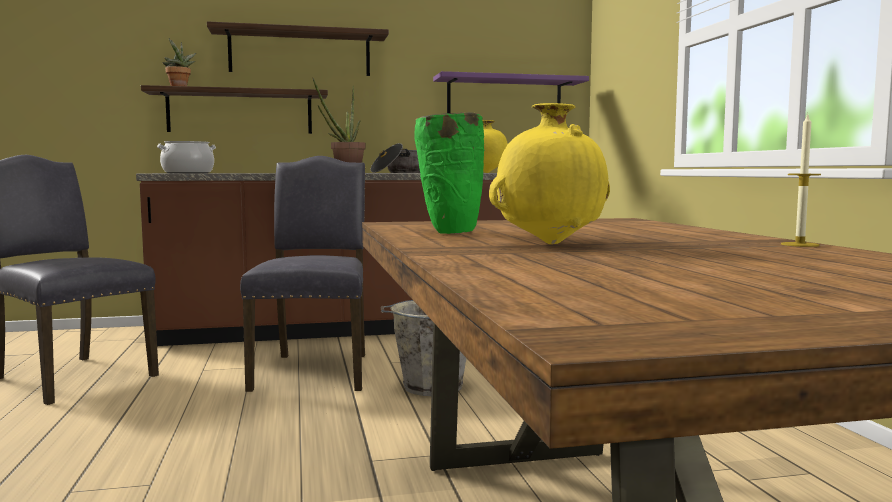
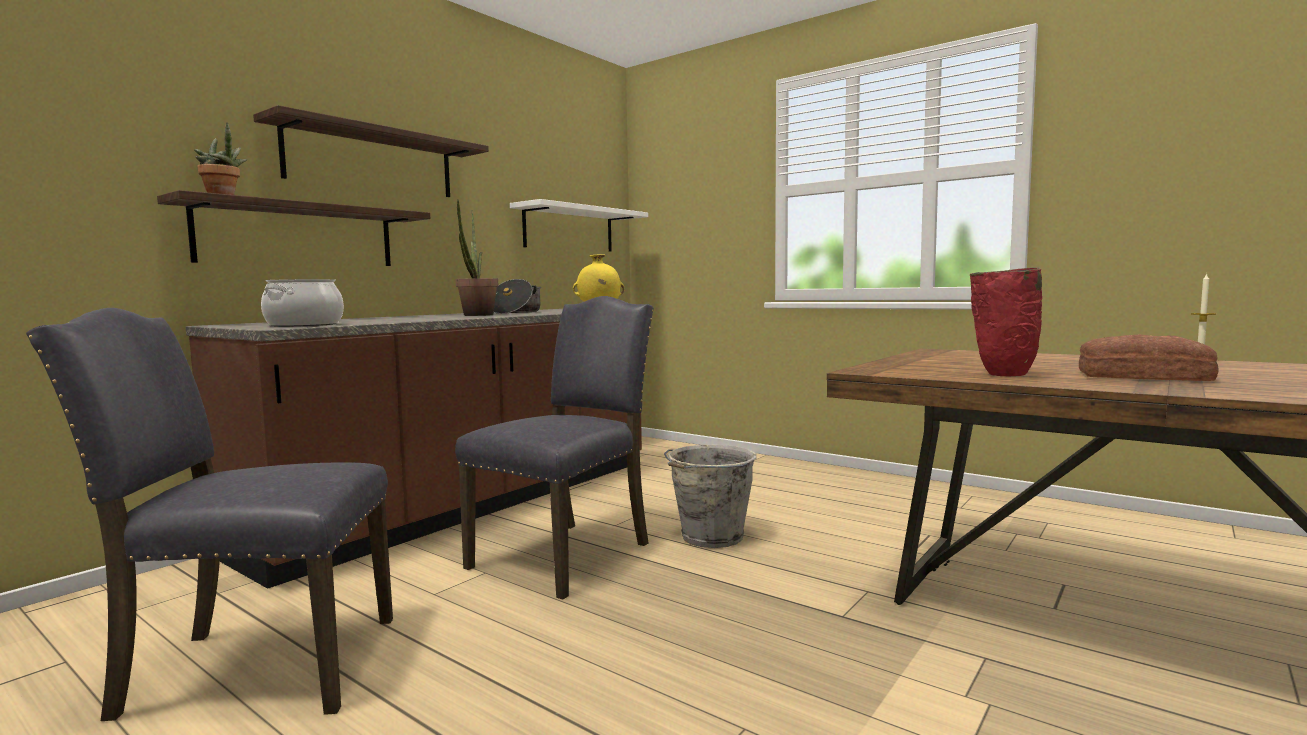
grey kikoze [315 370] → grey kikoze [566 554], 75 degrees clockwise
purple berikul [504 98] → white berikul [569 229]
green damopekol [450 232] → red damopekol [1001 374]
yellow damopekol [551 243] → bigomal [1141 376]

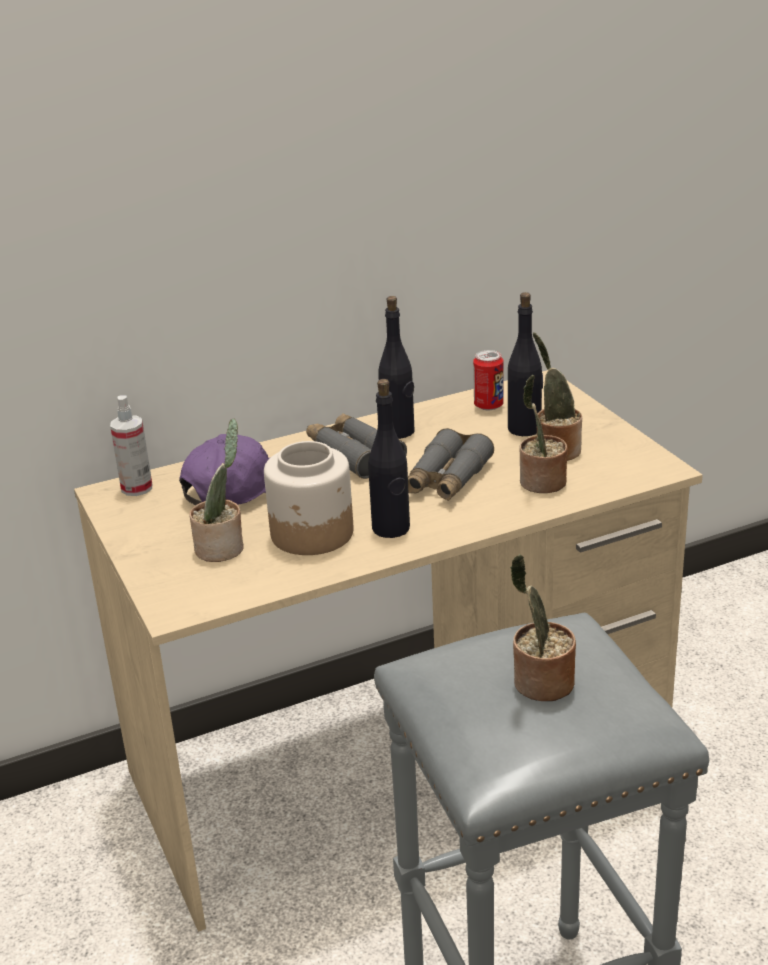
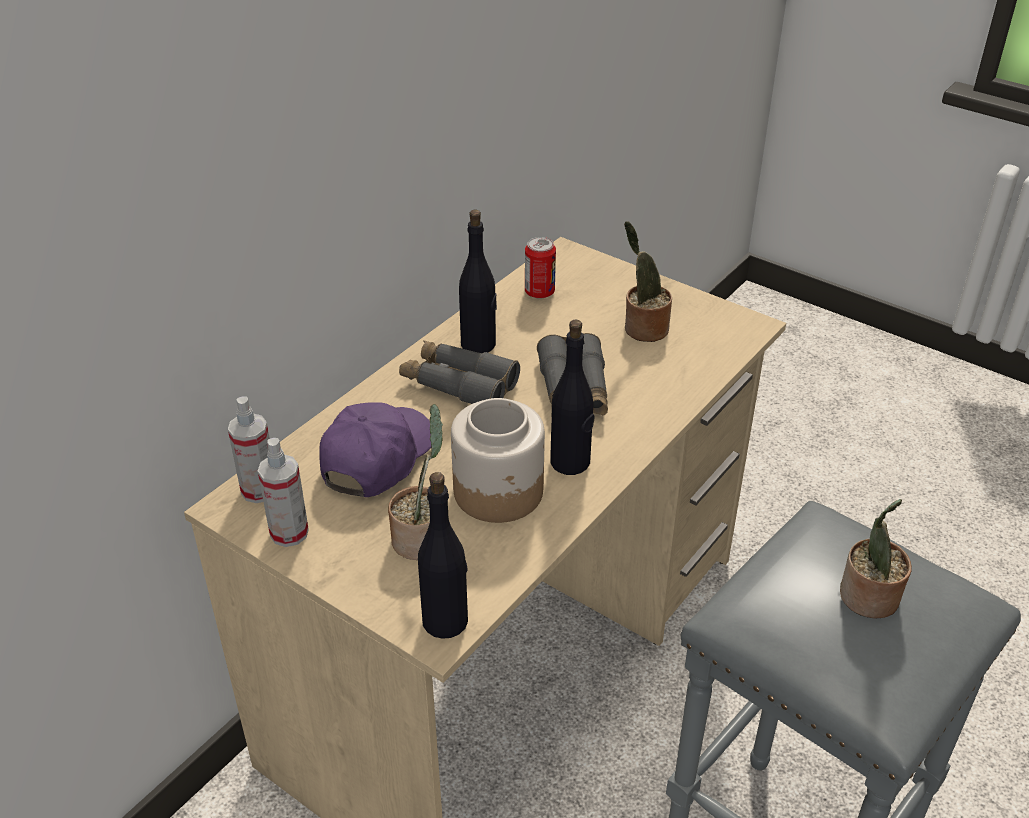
- → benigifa [289 533]
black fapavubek [525 429] → black fapavubek [446 621], relocated
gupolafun [541 483] → -

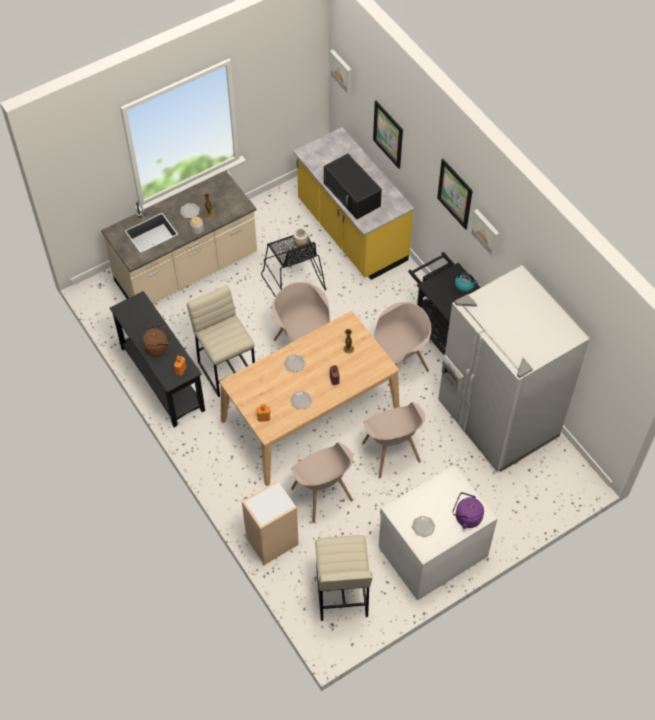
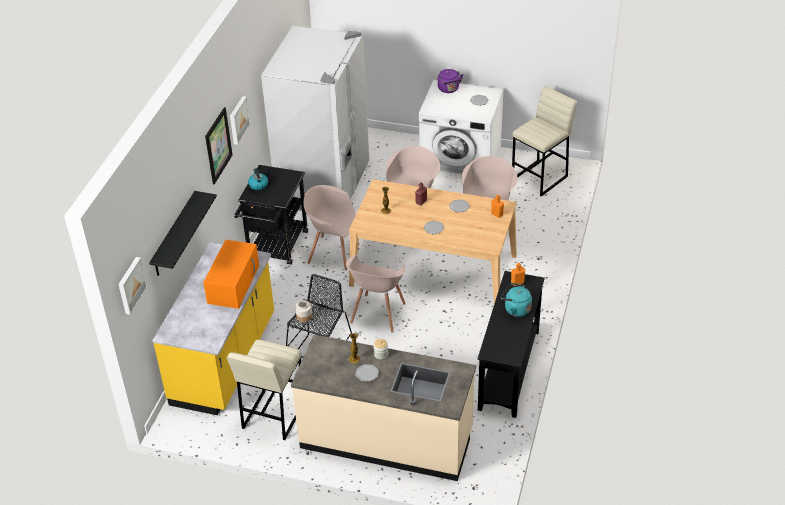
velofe [388 134] → black berikul [174 235]
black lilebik [352 195] → orange lilebik [233 283]
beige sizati [226 369] → beige sizati [273 416], relocated
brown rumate [158 347] → turquoise rumate [515 309]
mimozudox [271 541] → -

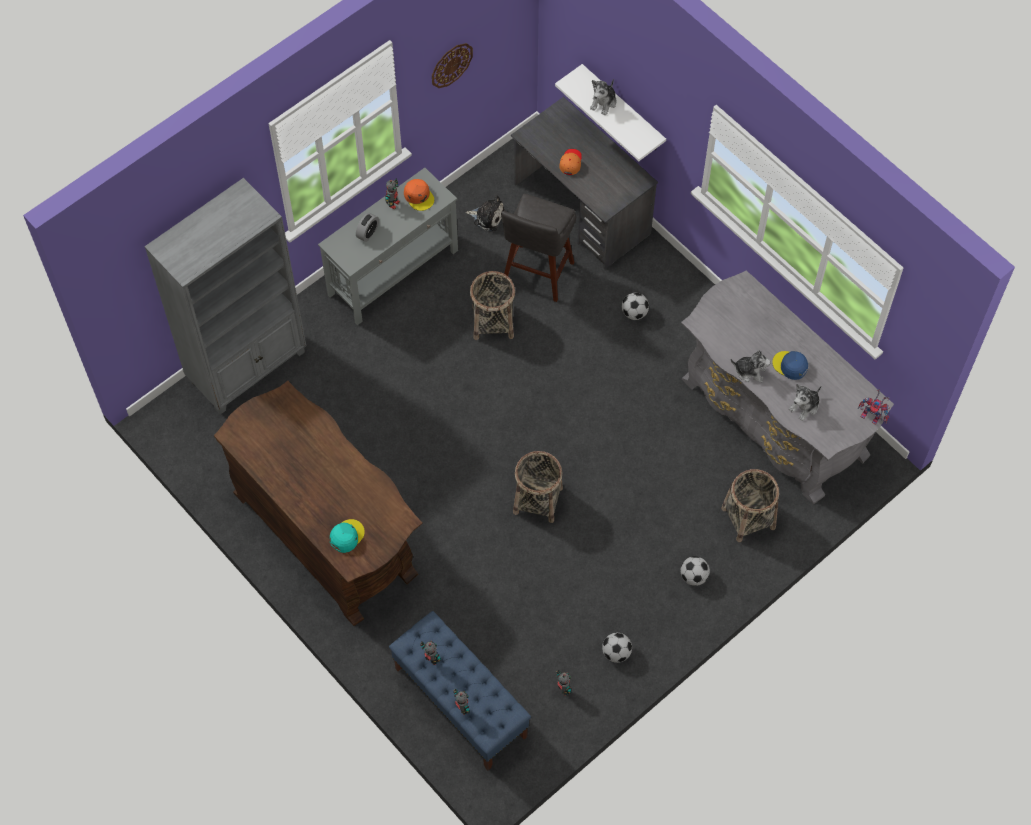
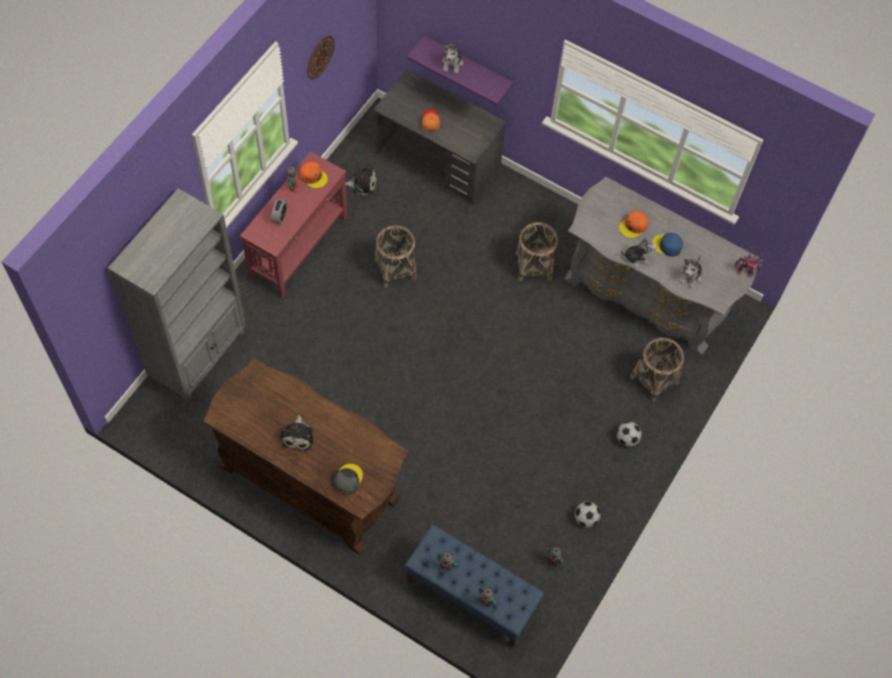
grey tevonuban [394 272] → red tevonuban [299 247]
- → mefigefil [298 436]
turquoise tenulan [346 536] → grey tenulan [348 479]
white berikul [623 110] → purple berikul [467 67]
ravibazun [537 500] → ravibazun [533 266], relocated
- → orange tenulan [633 226]
grey sizati [536 275] → -
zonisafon [634 313] → -

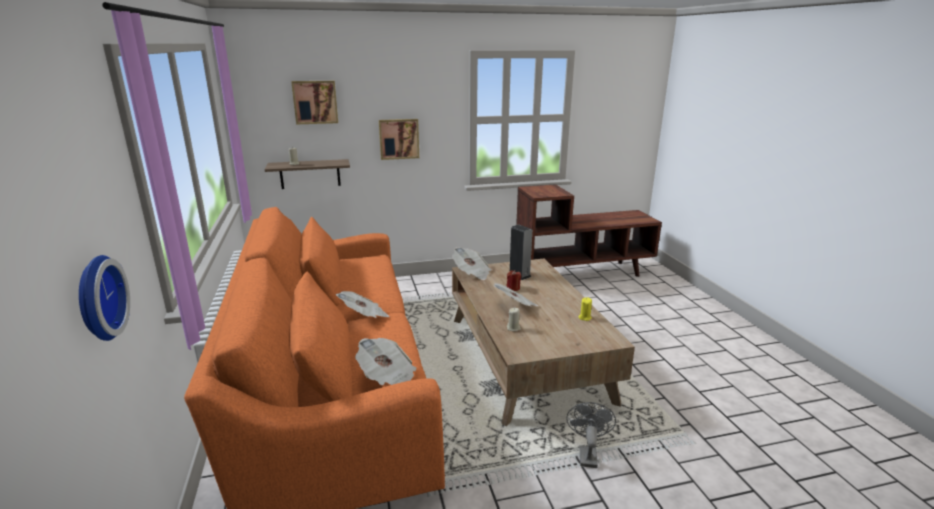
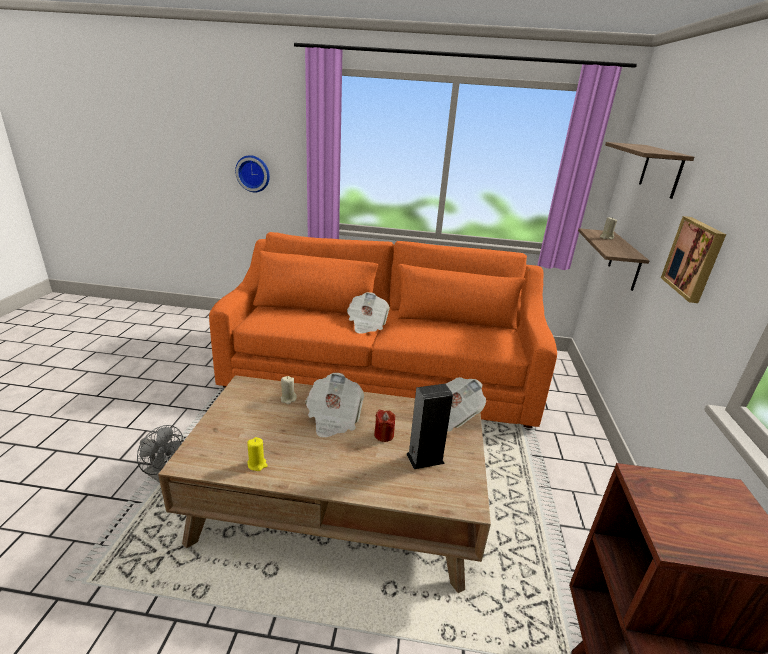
velofe [315 102] → berikul [661 170]
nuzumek [387 377] → -

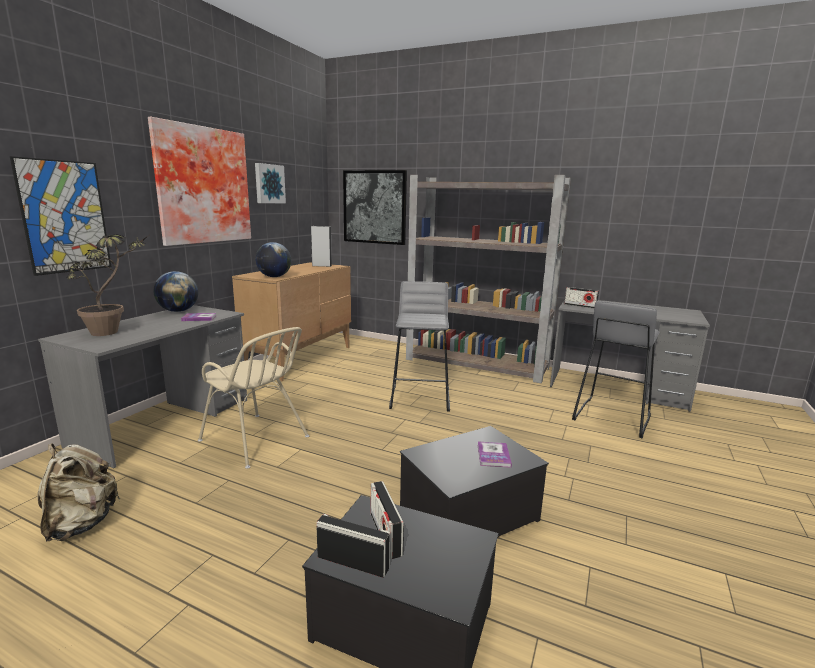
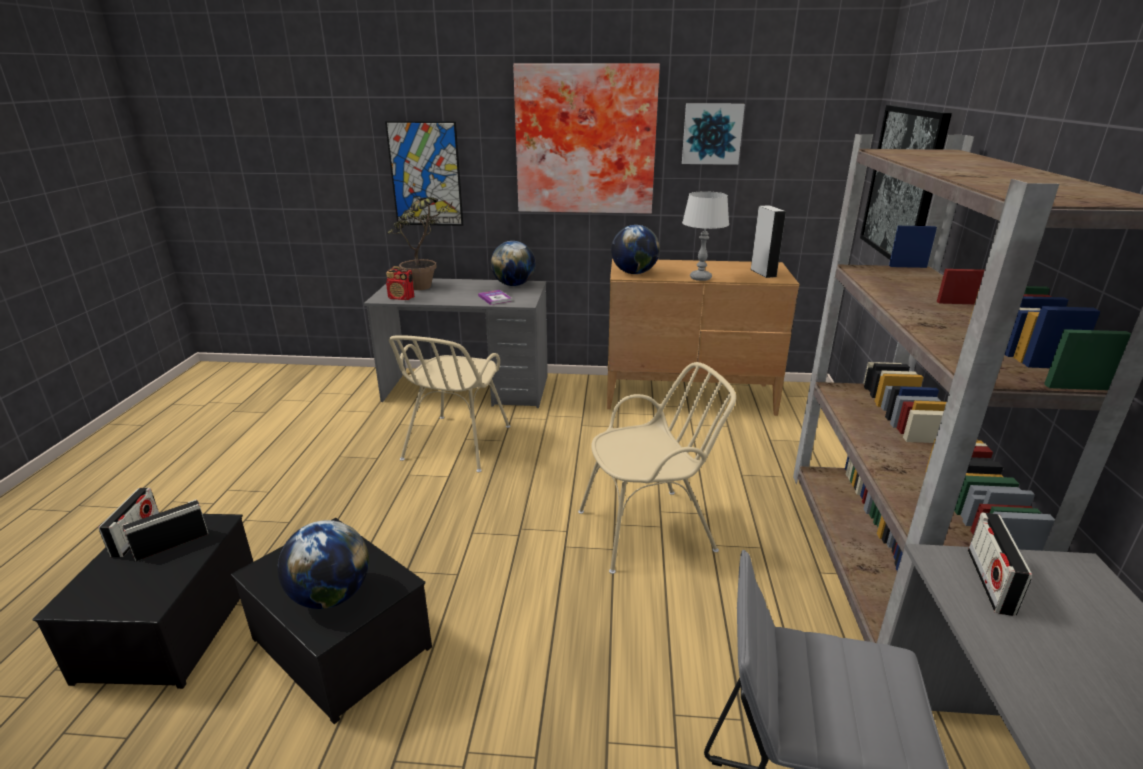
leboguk [493 455] → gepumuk [331 596]
- → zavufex [401 298]
grey sizati [420 397] → beige kikoze [650 528]
- → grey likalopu [700 278]
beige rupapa [81 524] → -

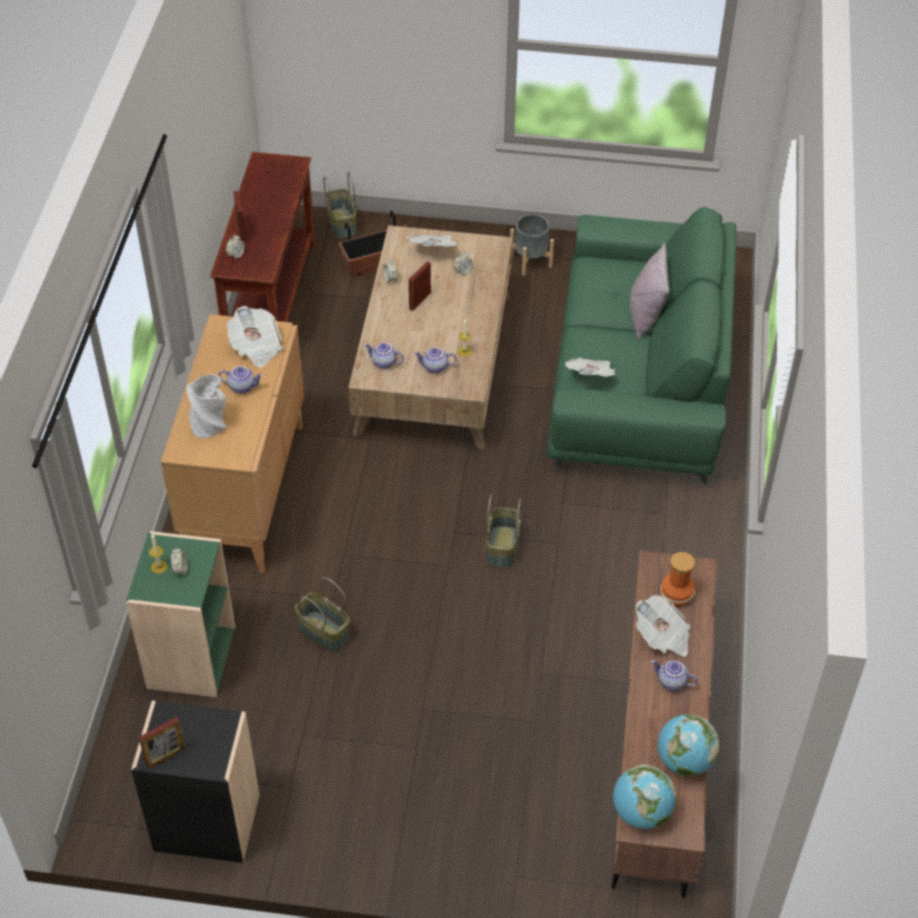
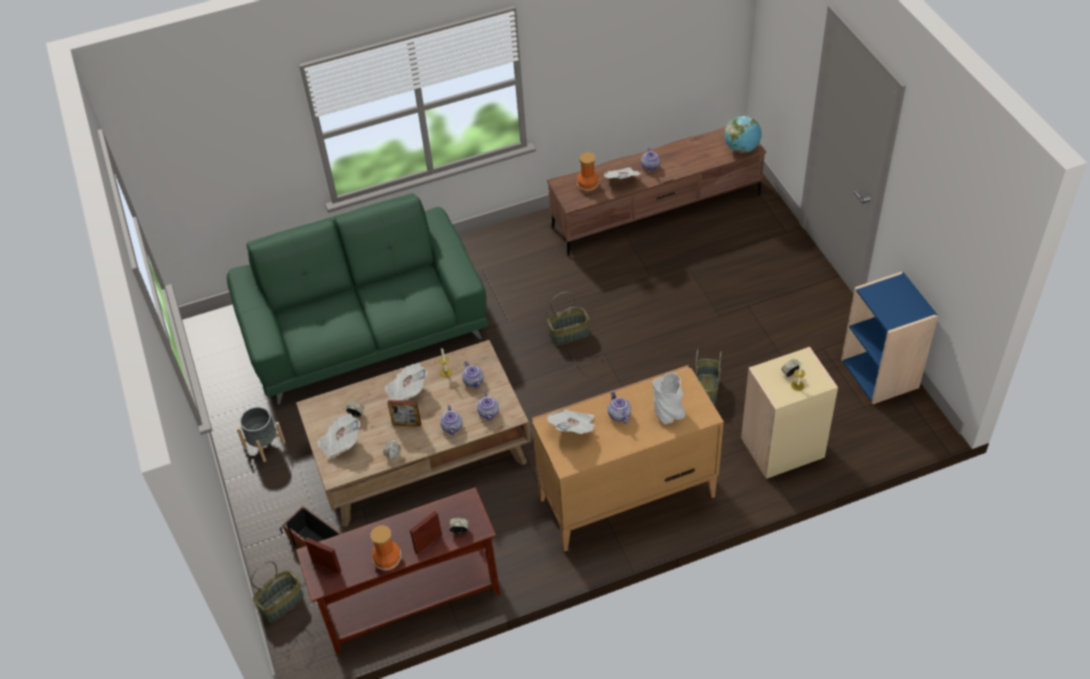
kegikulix [165 757] → kegikulix [326 566], relocated
- → damopekol [388 560]
nuzumek [591 376] → nuzumek [407 391], relocated
- → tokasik [452 427]
green mimozudox [190 656] → beige mimozudox [782 448]
black mimozudox [205 823] → blue mimozudox [881 374]
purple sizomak [645 315] → -
gepumuk [684 761] → -

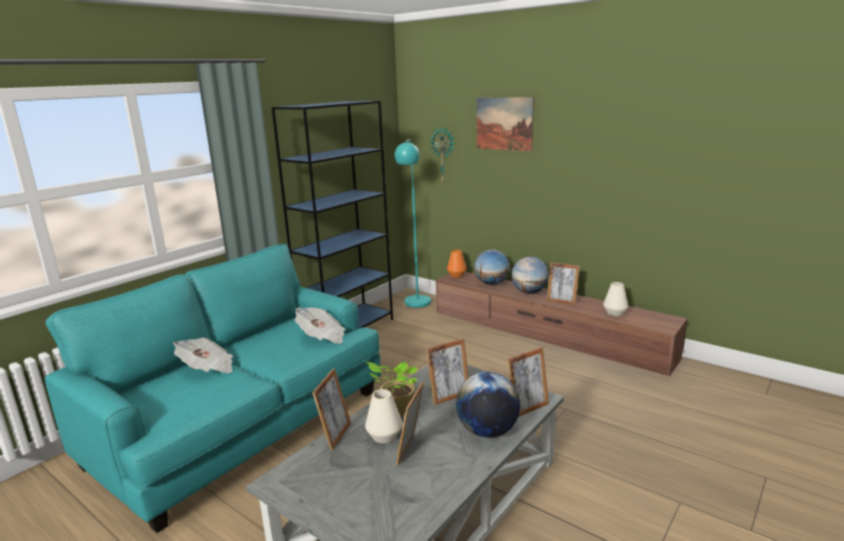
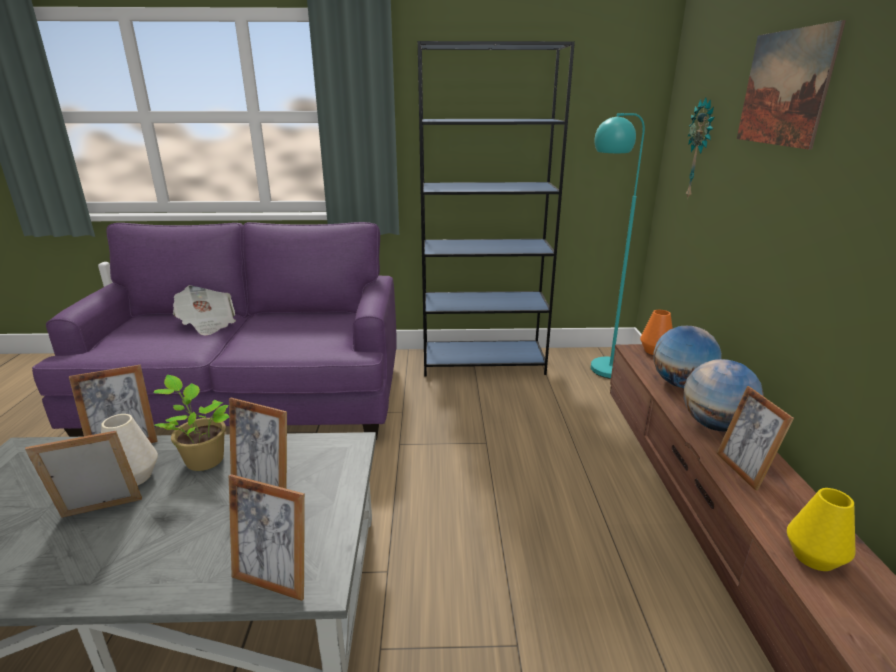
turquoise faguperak [242 427] → purple faguperak [251 401]
white damopekol [615 313] → yellow damopekol [814 557]
nuzumek [322 337] → -
gepumuk [487 431] → -

